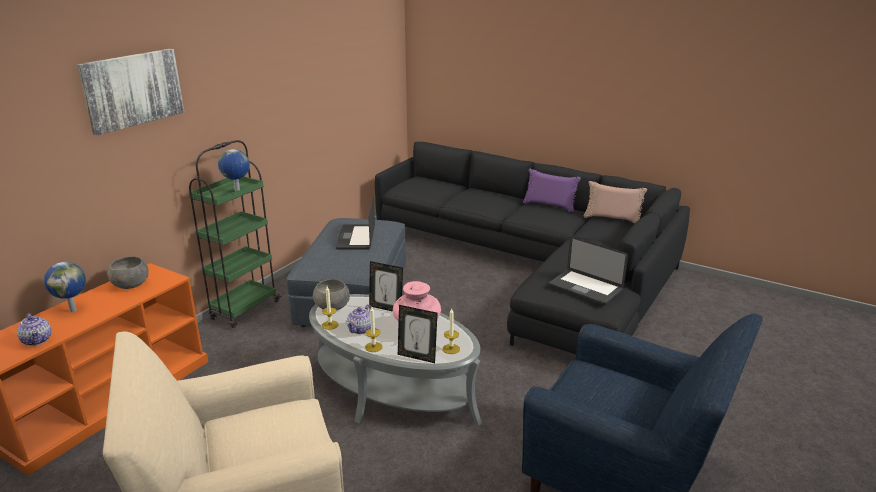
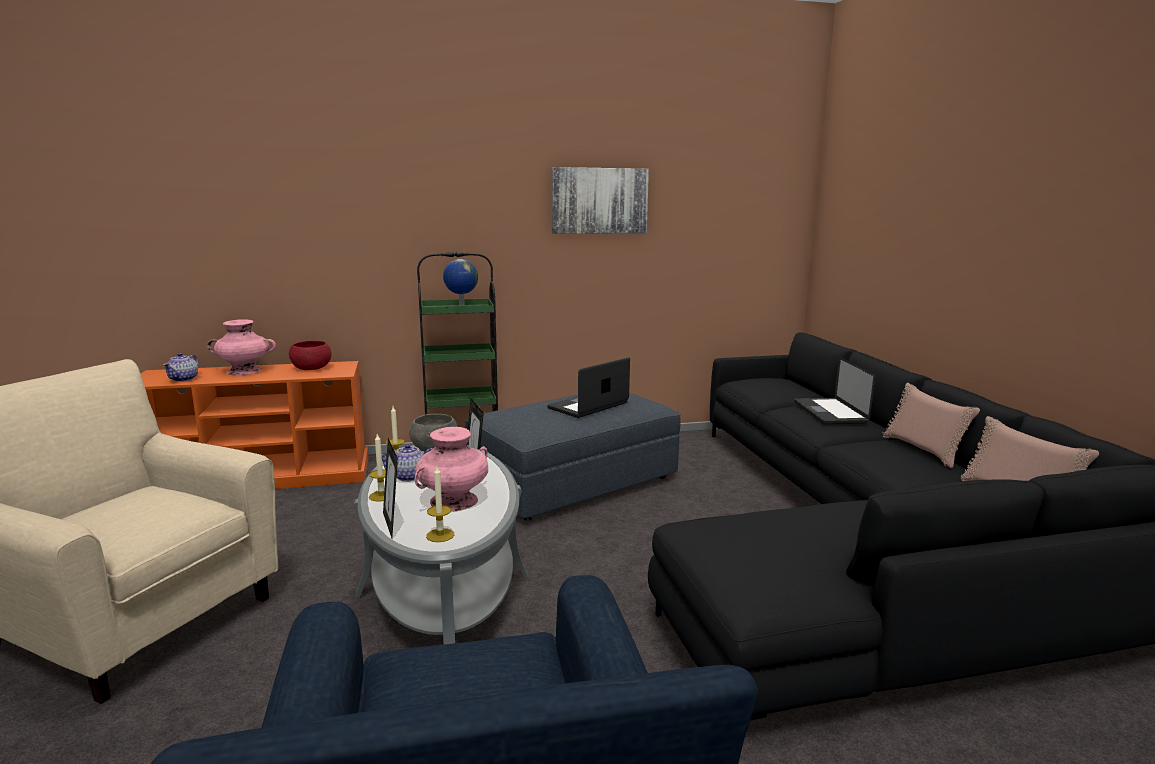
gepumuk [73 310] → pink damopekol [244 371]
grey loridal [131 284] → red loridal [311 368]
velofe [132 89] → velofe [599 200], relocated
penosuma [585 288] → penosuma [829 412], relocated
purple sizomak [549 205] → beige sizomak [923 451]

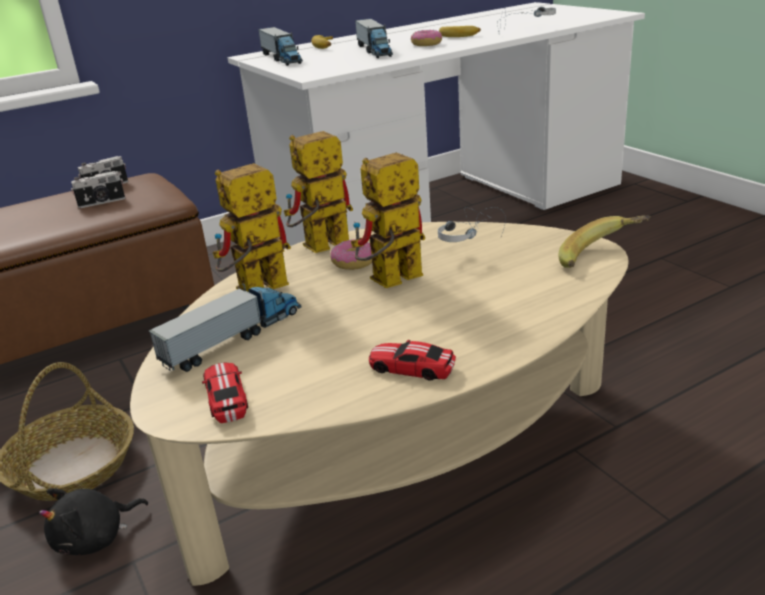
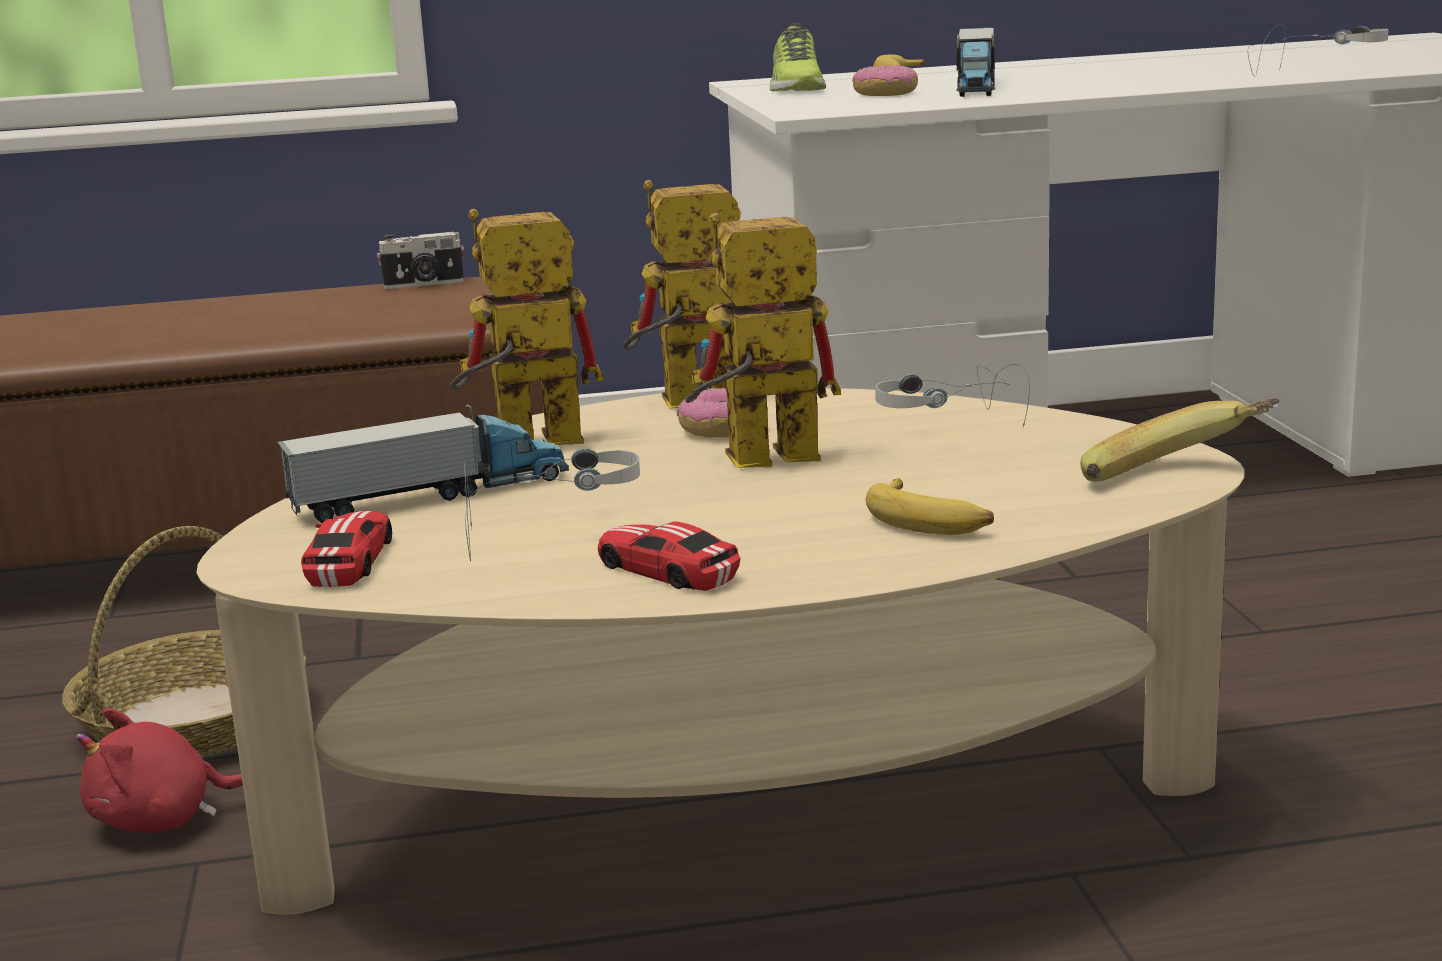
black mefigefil [95 538] → red mefigefil [163 820]
- → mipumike [558 538]
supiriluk [282 58] → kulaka [795 88]
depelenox [427 44] → depelenox [885 94], relocated
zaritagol [459 35] → zaritagol [929 521], relocated
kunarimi [102 202] → -

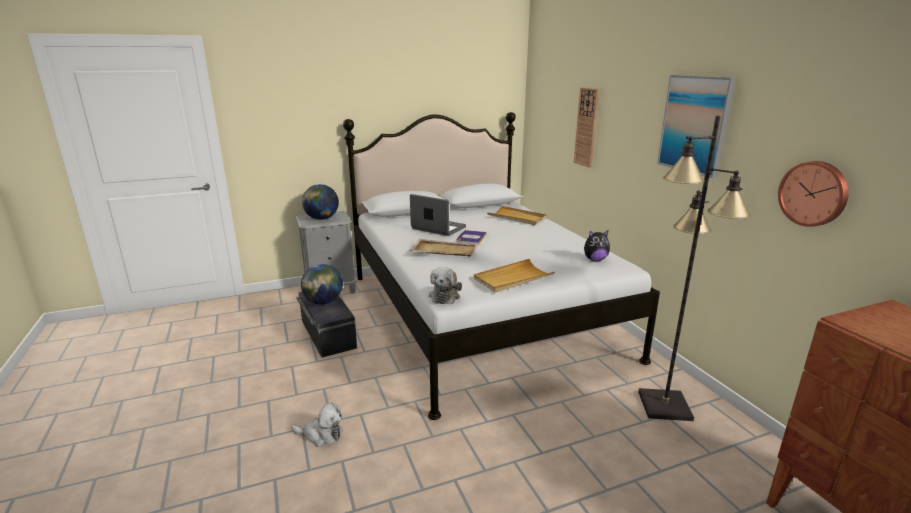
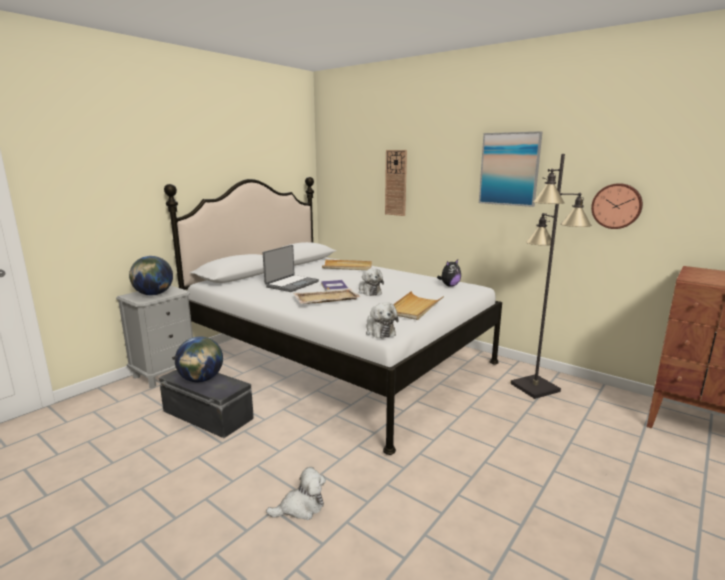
penosuma [437 228] → penosuma [291 284], 120 degrees clockwise
- → mefigefil [369 291]

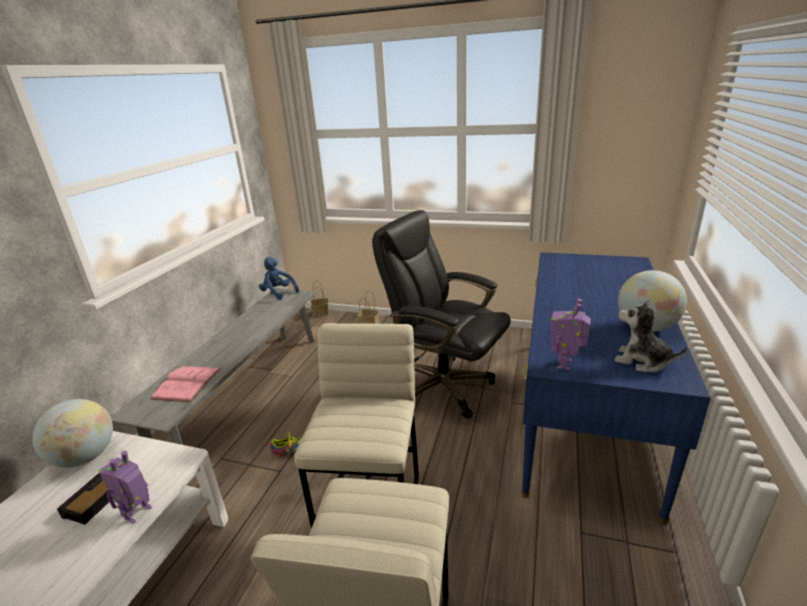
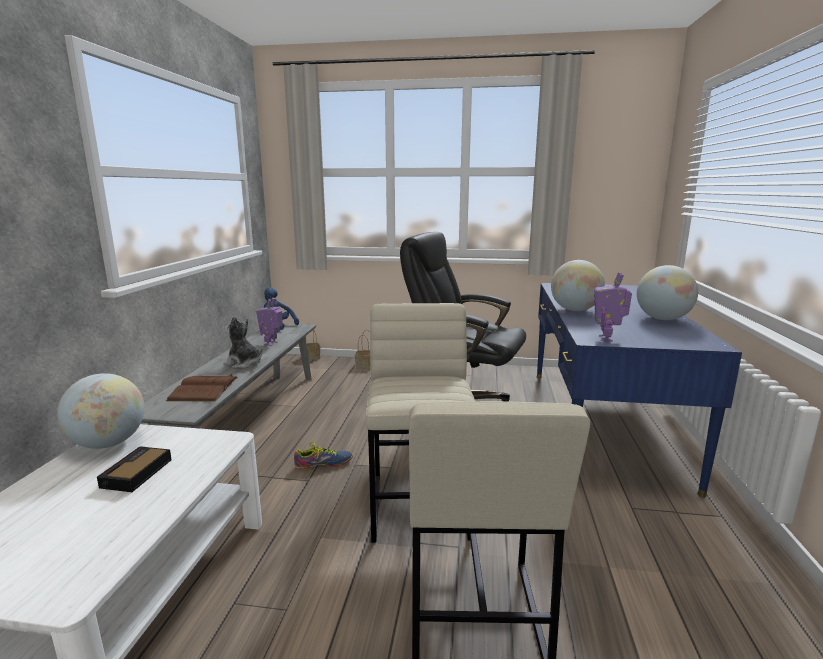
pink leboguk [187 383] → brown leboguk [204 388]
mefigefil [642 361] → mefigefil [244 363], relocated
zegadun [139 513] → zegadun [272 343], relocated
- → gepumuk [575 310]

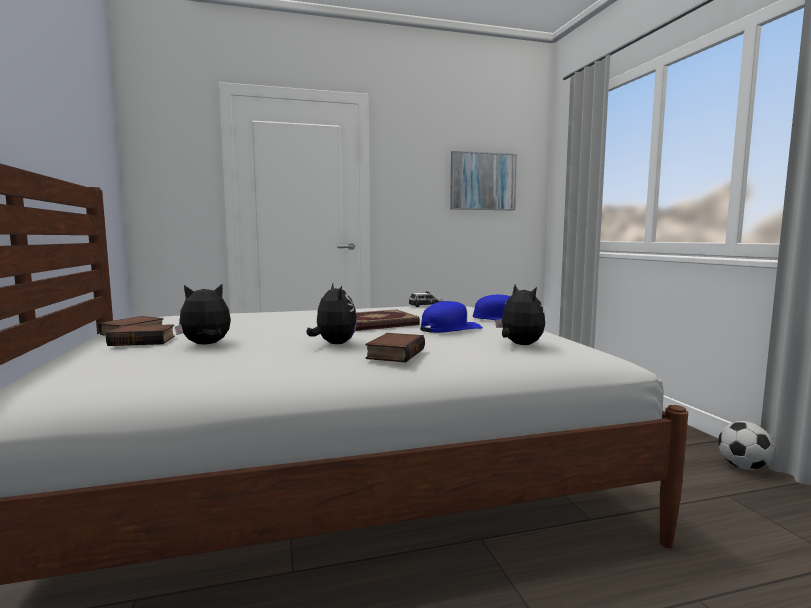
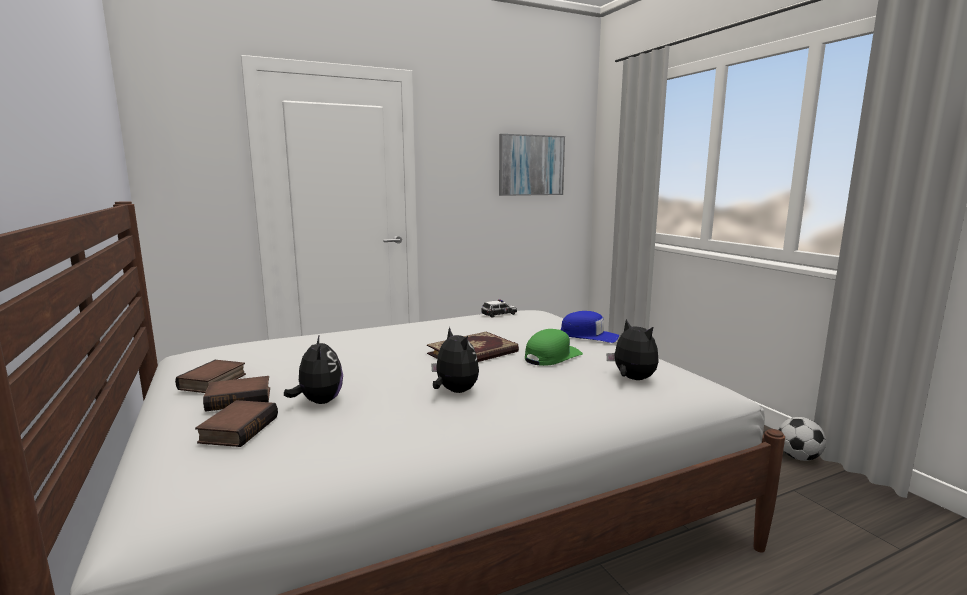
leboguk [394 353] → leboguk [238 429], relocated
mefigefil [206 345] → mefigefil [319 402], 105 degrees clockwise
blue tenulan [450 328] → green tenulan [552 356]

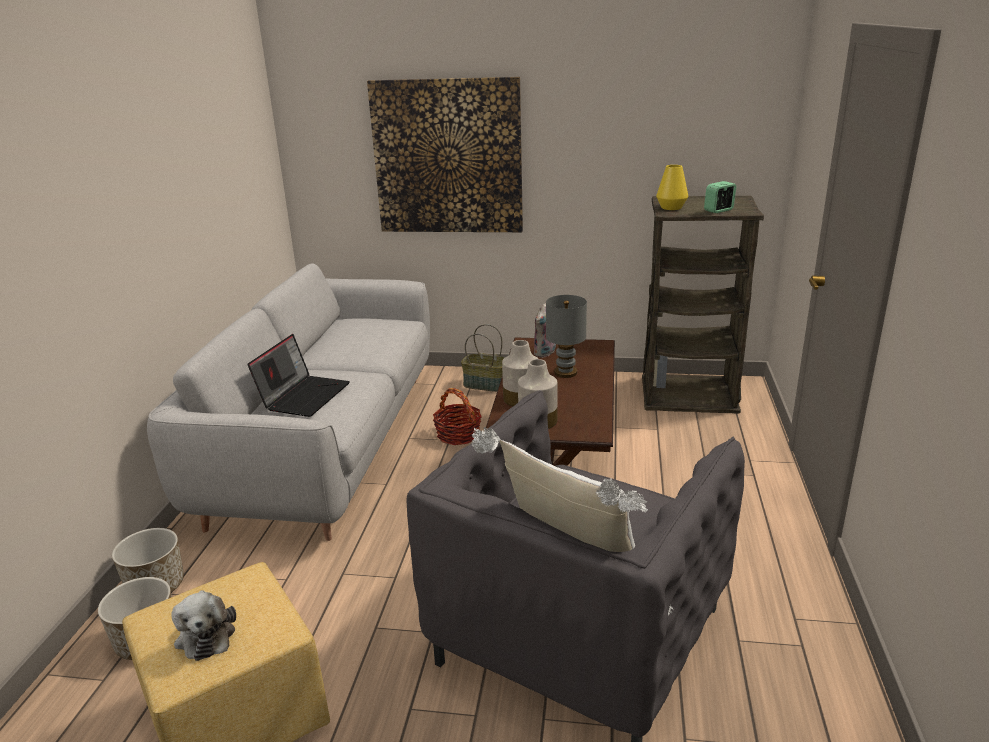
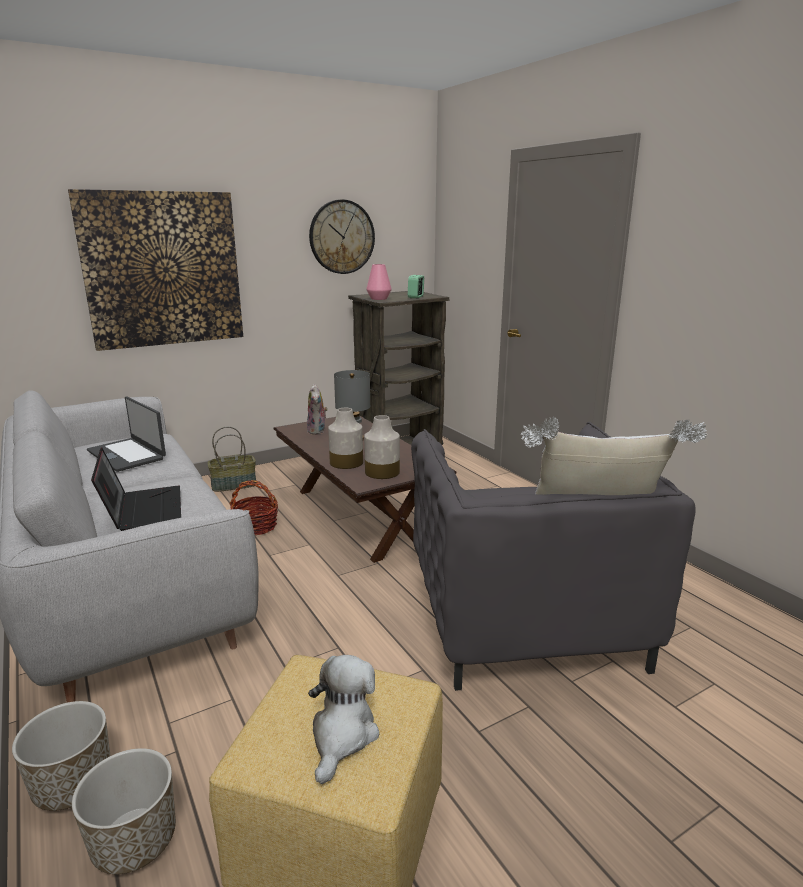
- → penosuma [127 454]
mefigefil [206 634] → mefigefil [342 735], 105 degrees counterclockwise
- → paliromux [342 237]
yellow damopekol [671 207] → pink damopekol [379 299]

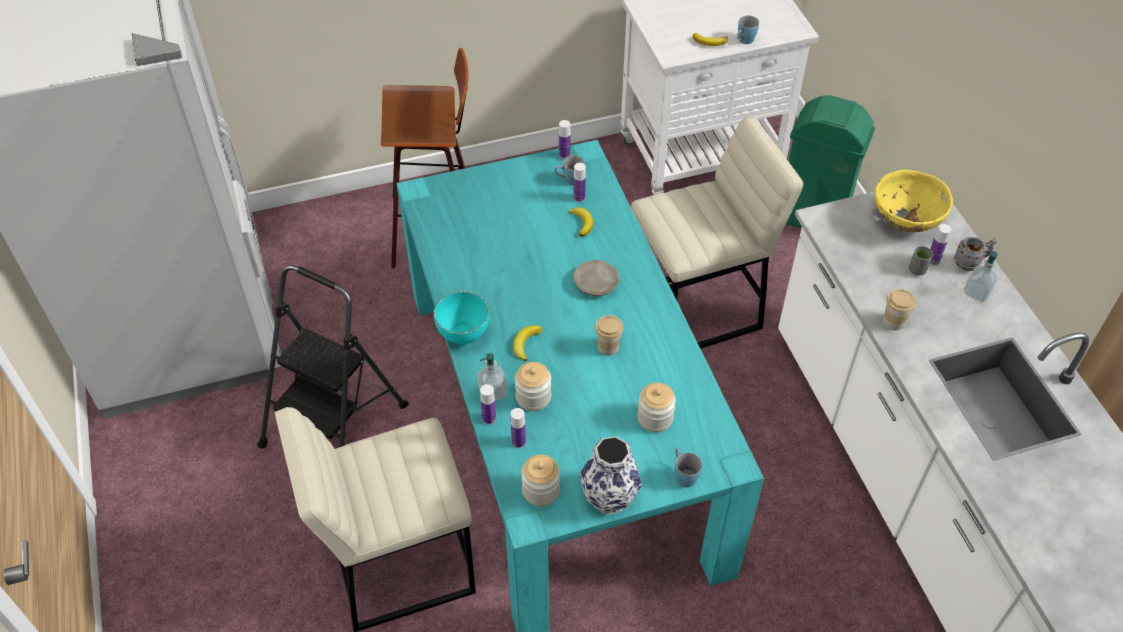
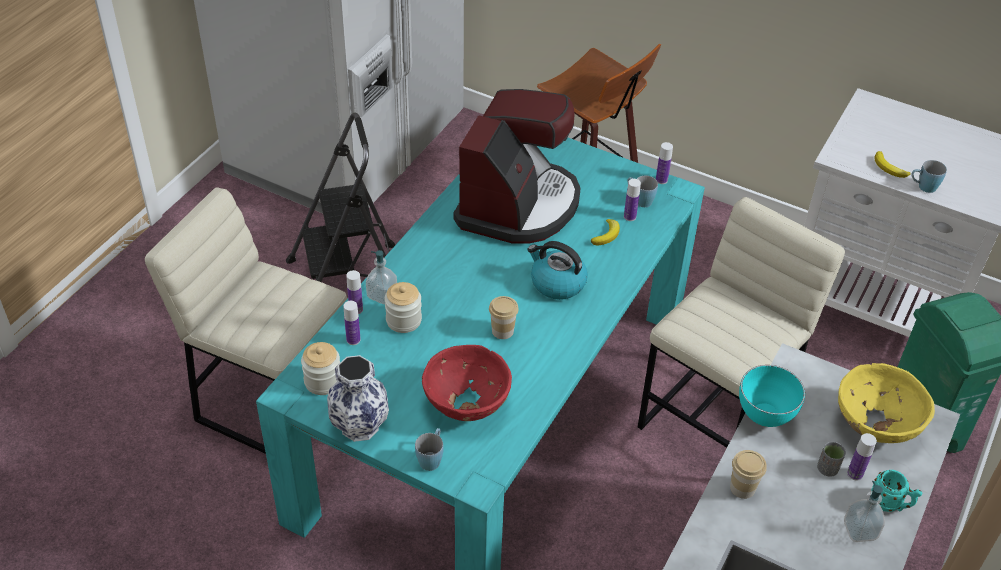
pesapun [655 418] → red loridal [467 404]
- → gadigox [518 204]
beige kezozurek [596 283] → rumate [557 283]
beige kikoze [698 308] → beige kikoze [716 417], 75 degrees counterclockwise
turquoise loridal [464 336] → turquoise loridal [765 417], relocated
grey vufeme [970 263] → turquoise vufeme [890 504]
zaritagol [526 343] → -

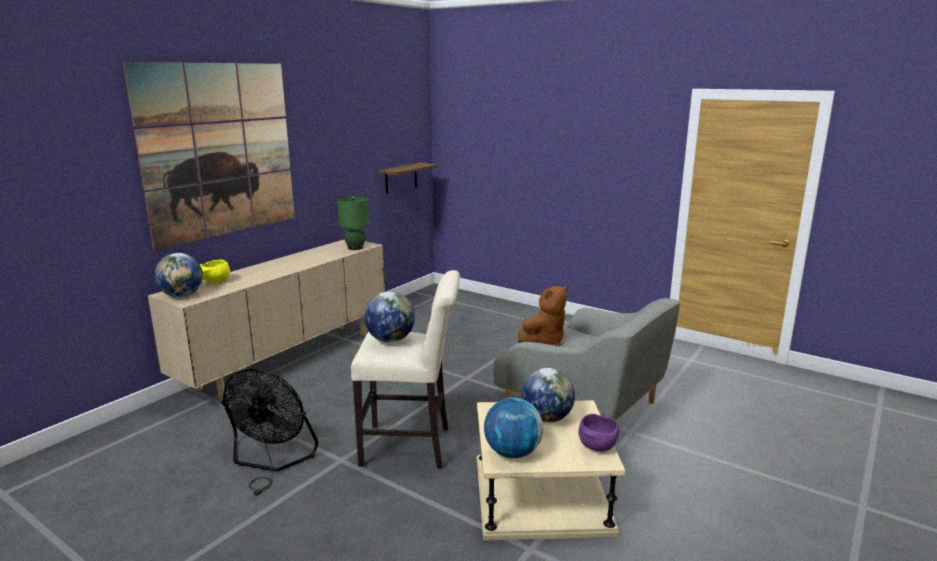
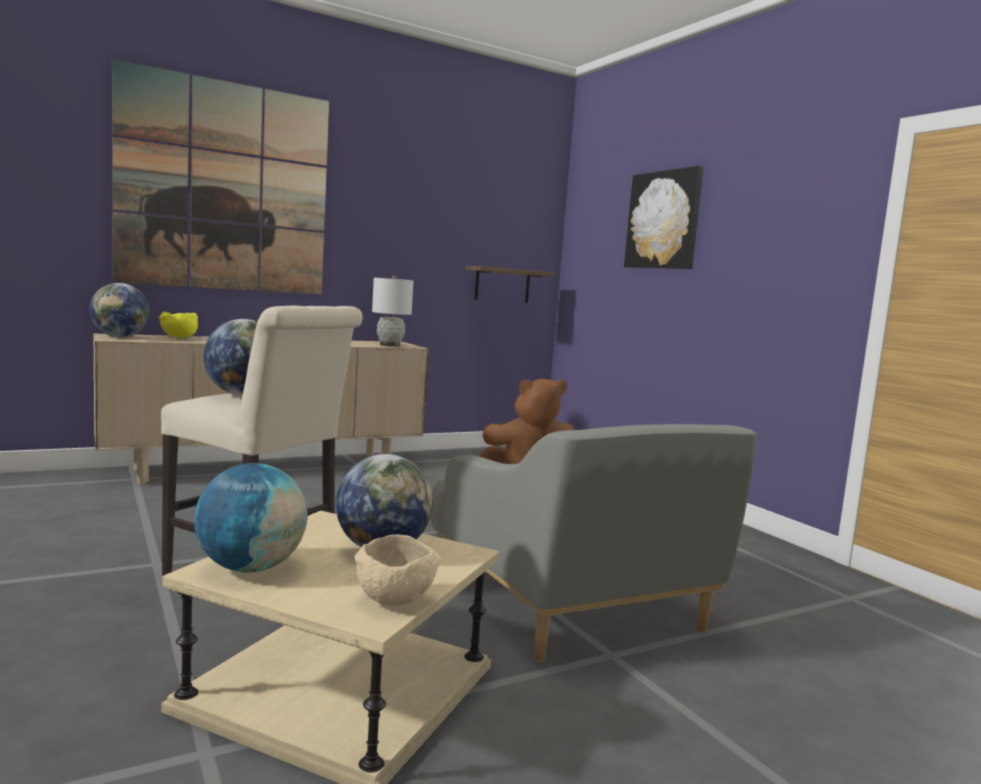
purple loridal [597 446] → beige loridal [395 600]
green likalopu [355 248] → white likalopu [390 345]
- → velofe [663 220]
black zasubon [266 461] → -

